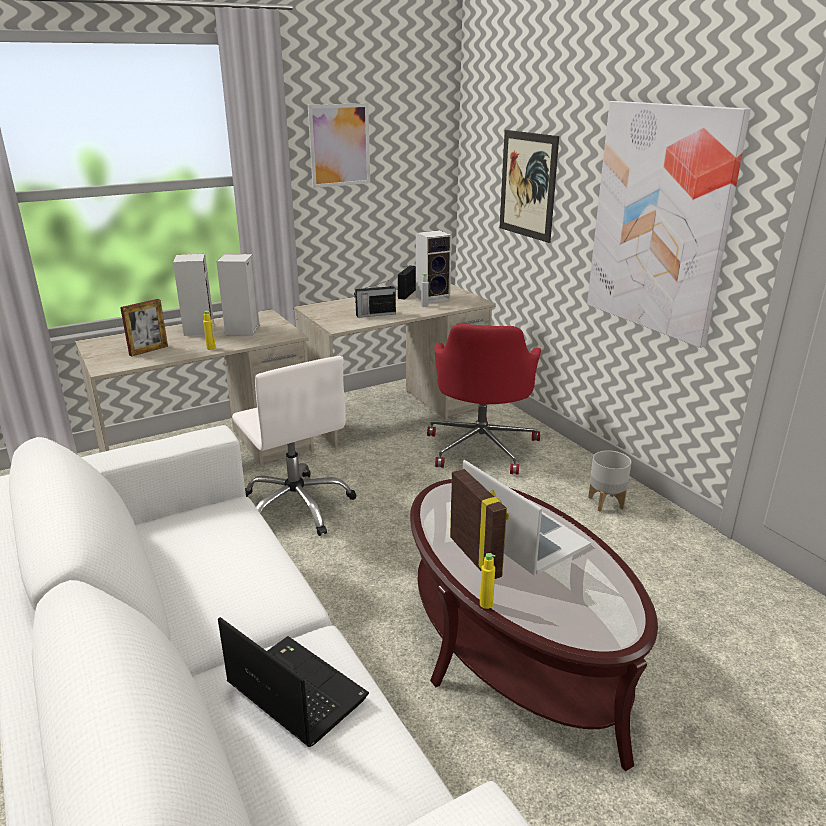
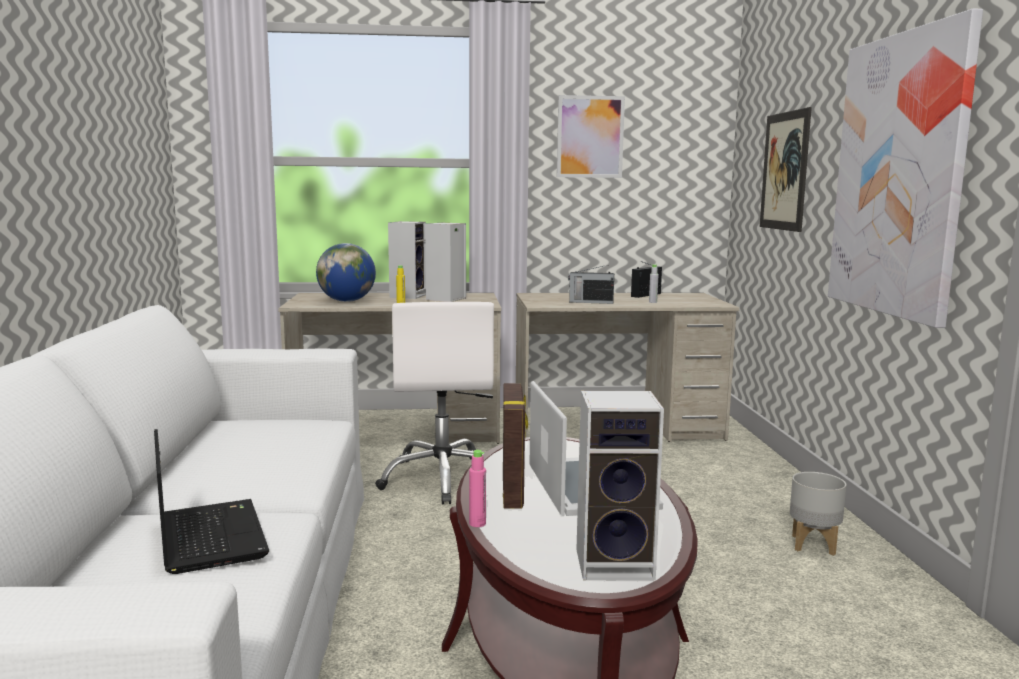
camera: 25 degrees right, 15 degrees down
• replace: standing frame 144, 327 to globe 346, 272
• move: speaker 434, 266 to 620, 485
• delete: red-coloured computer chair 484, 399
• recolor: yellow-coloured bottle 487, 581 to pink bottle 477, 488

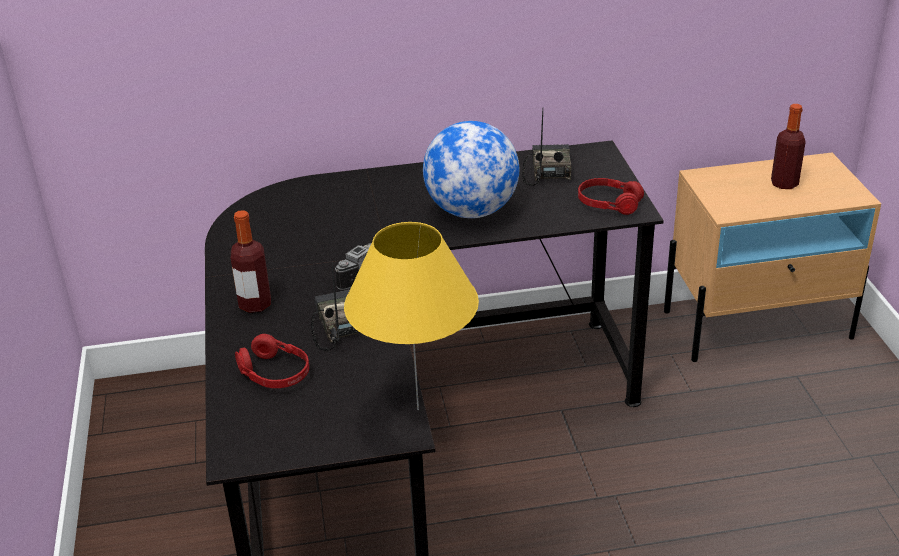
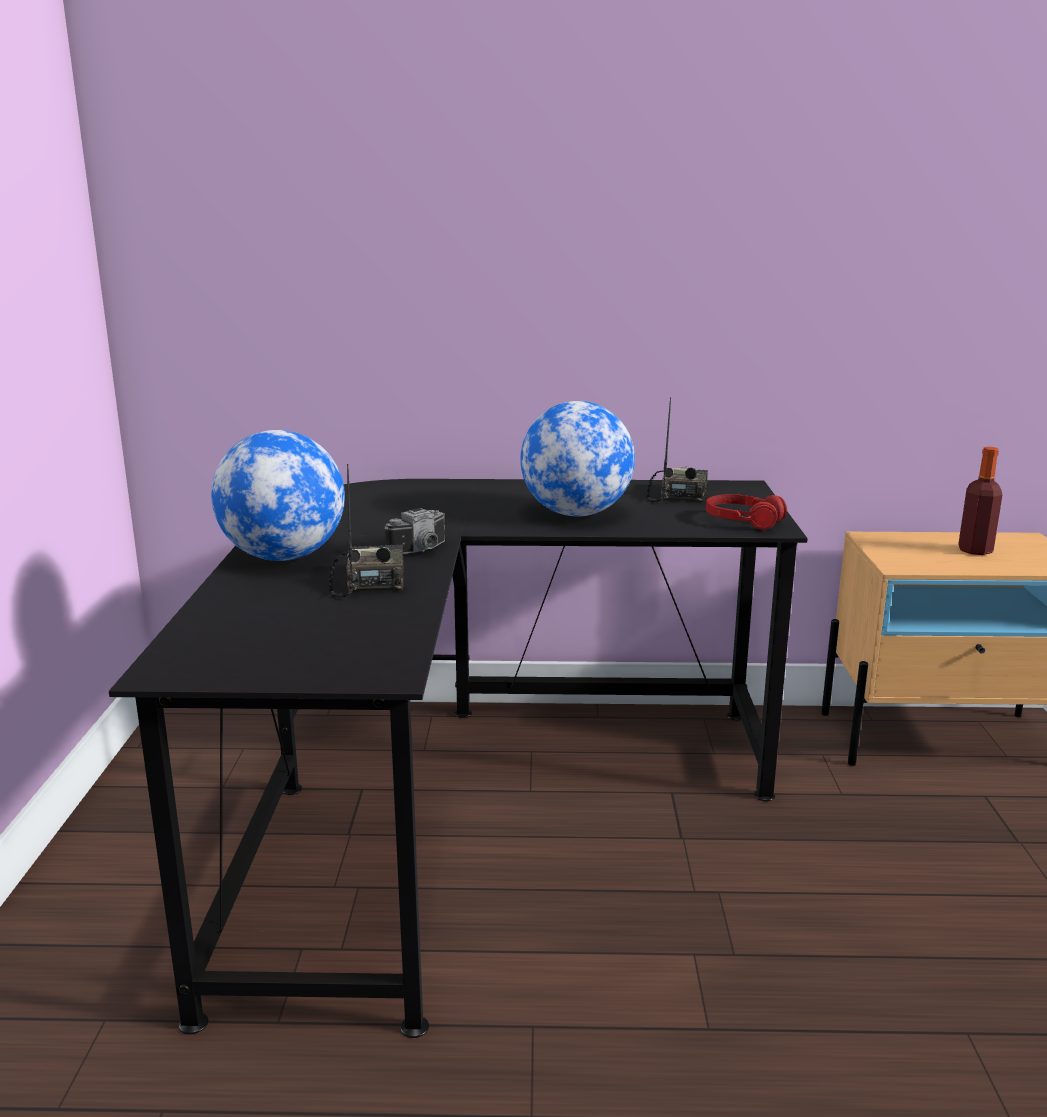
camera: 10 degrees right, 15 degrees down
• replace: bottle 251, 261 to globe 278, 495
• delete: red-coloured headset 272, 361
• delete: yellow-coloured tabletop lamp 411, 316

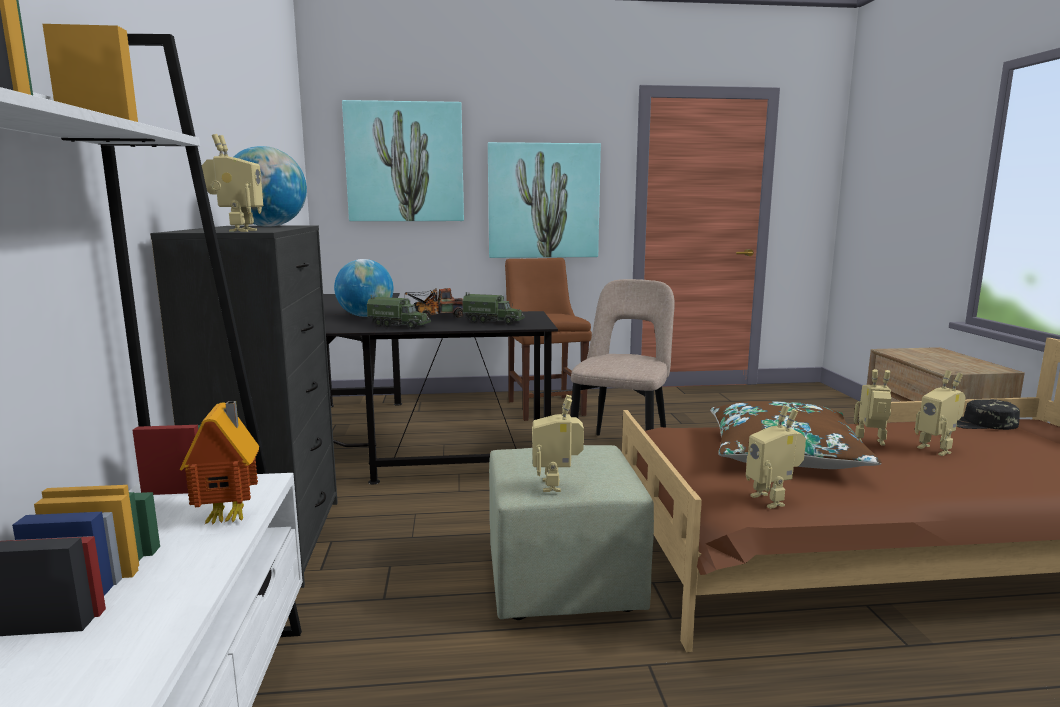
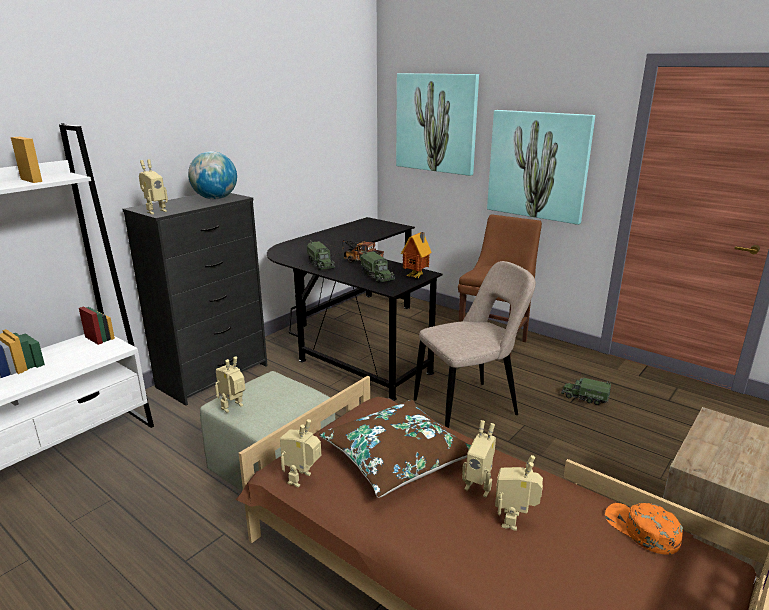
camera: 45 degrees right, 10 degrees up
• move: toy house 219, 462 to 416, 255
• delete: globe 364, 288
• rotate: robot figure 872, 407 = 479, 458 150 degrees clockwise
• recolor: black peaked cap 988, 414 to orangey peaked cap 644, 529
• insert: toy lorry 586, 391

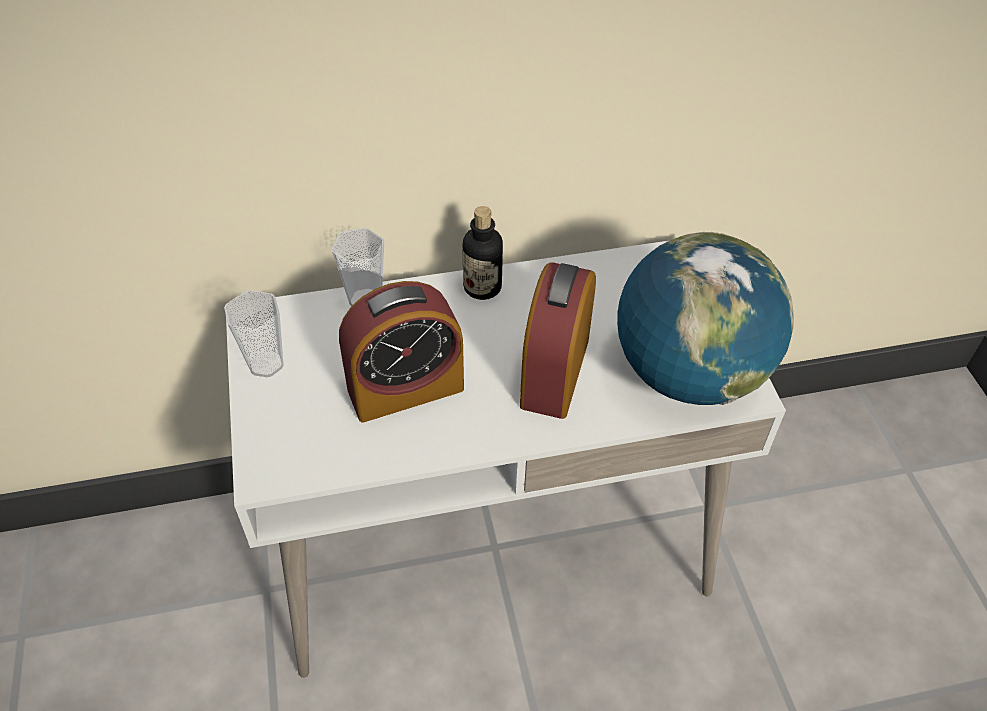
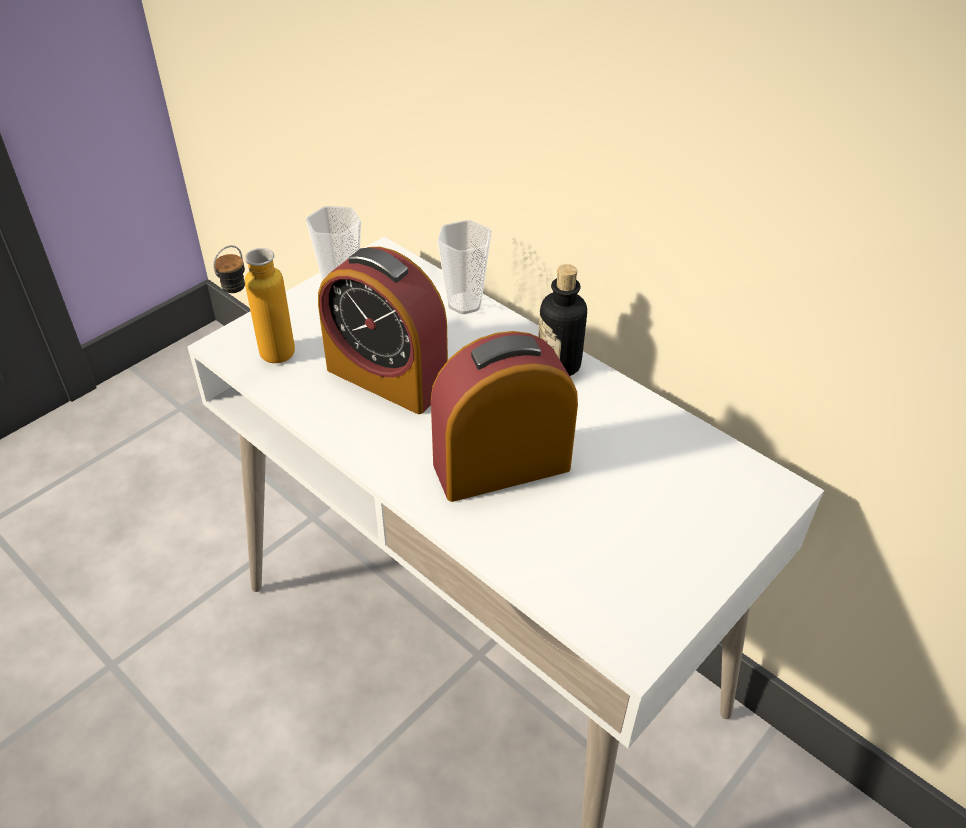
camera: 55 degrees right, 5 degrees down
• delete: globe 705, 318
• insert: bottle 254, 304

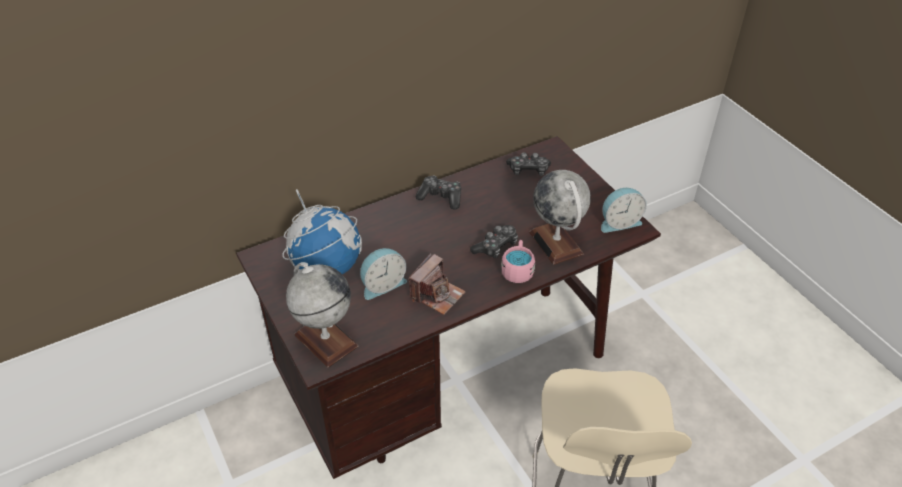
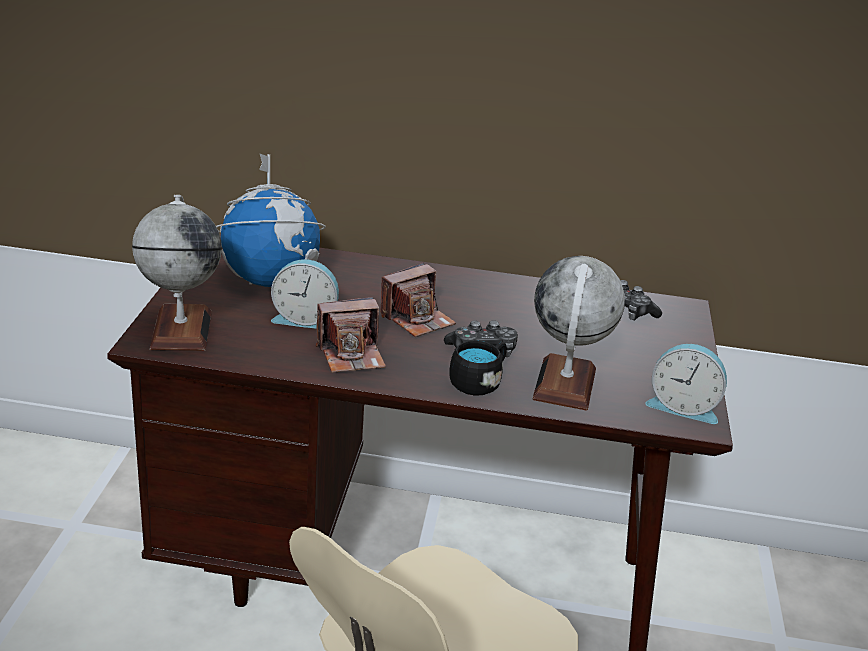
camera: 35 degrees right, 15 degrees down
• delete: joypad 438, 192
• recolor: pink mug 518, 261 to black mug 478, 368
• insert: still camera 418, 300

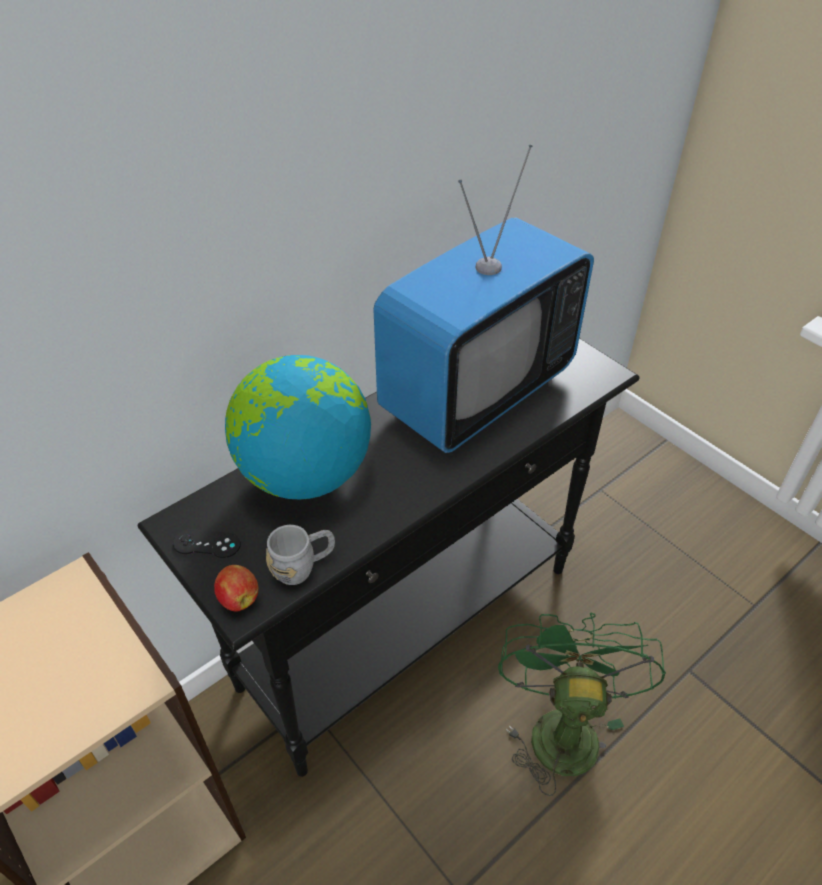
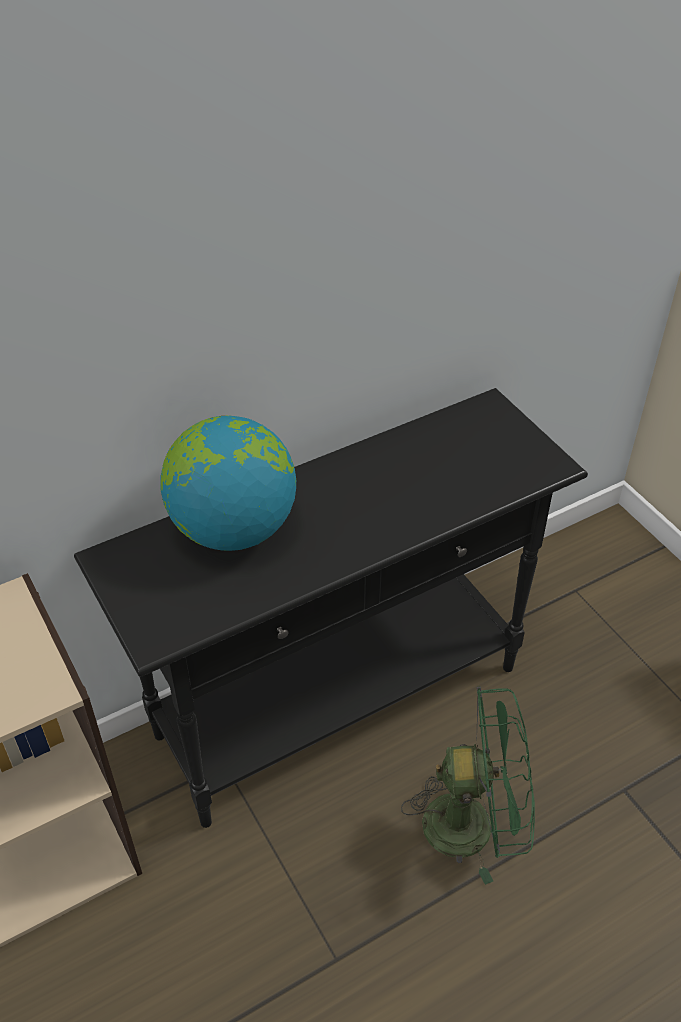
camera: 10 degrees right, 0 degrees up
• delete: black joypad 207, 543
• delete: whole apple 236, 588
• delete: grey mug 300, 555
• delete: TV set 483, 298
• rotate: green electric fan 582, 704 = 468, 786 75 degrees clockwise

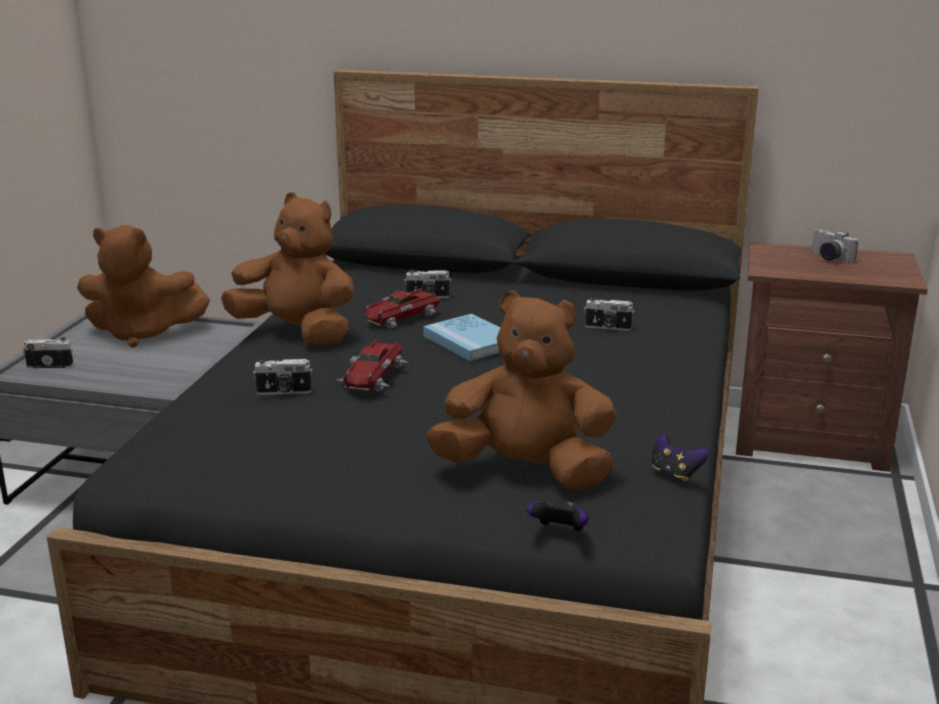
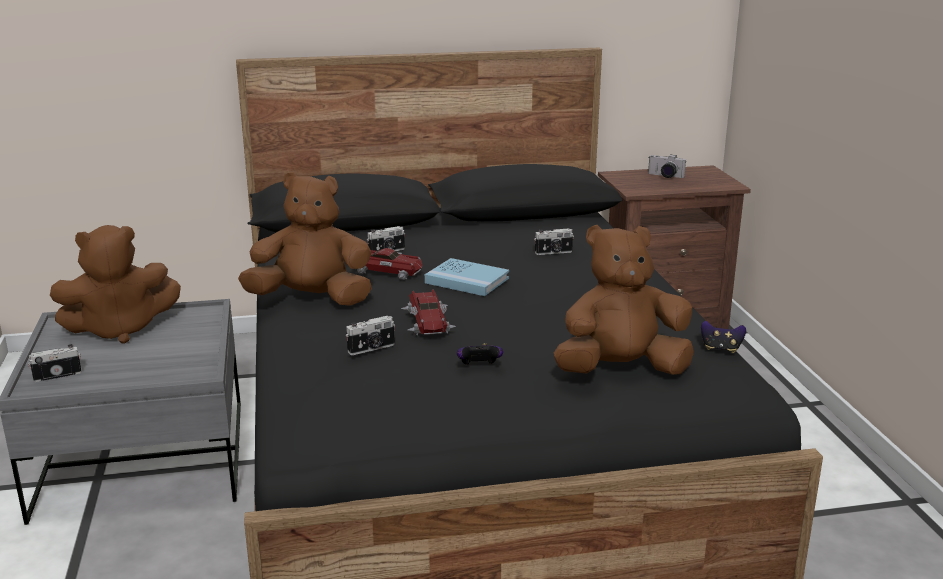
camera: 25 degrees left, 0 degrees up
• rotate: model car 402, 308 = 389, 264 90 degrees counterclockwise
• move: joypad 558, 516 to 480, 354

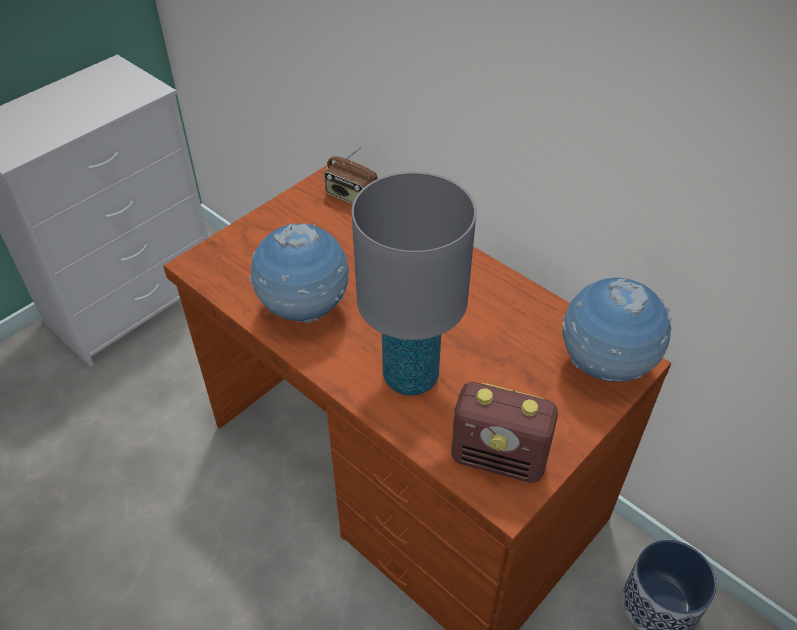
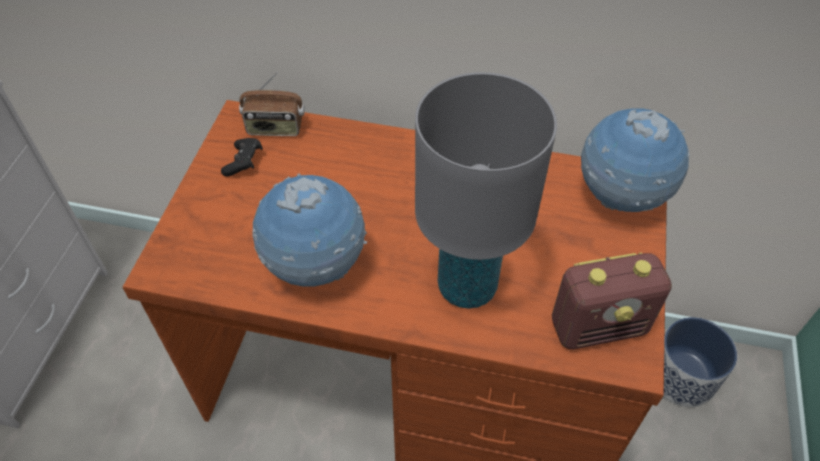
camera: 30 degrees left, 5 degrees up
• insert: black joypad 242, 157

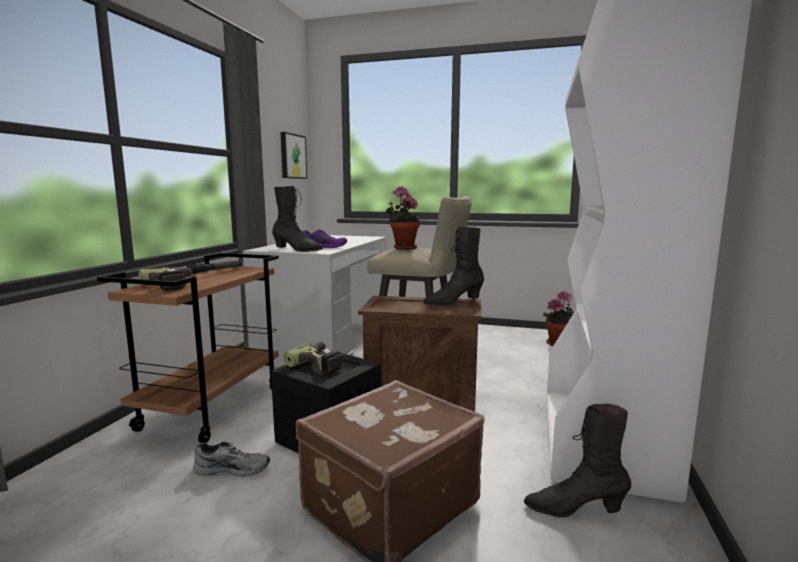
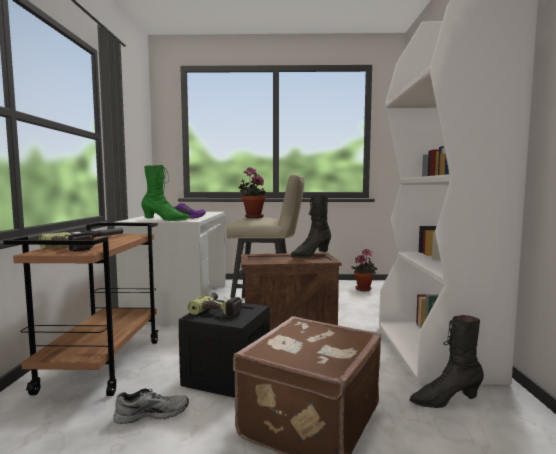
camera: 15 degrees left, 5 degrees down
• recolor: black high-top boot 297, 219 to green high-top boot 165, 193
• delete: wall picture 293, 155

